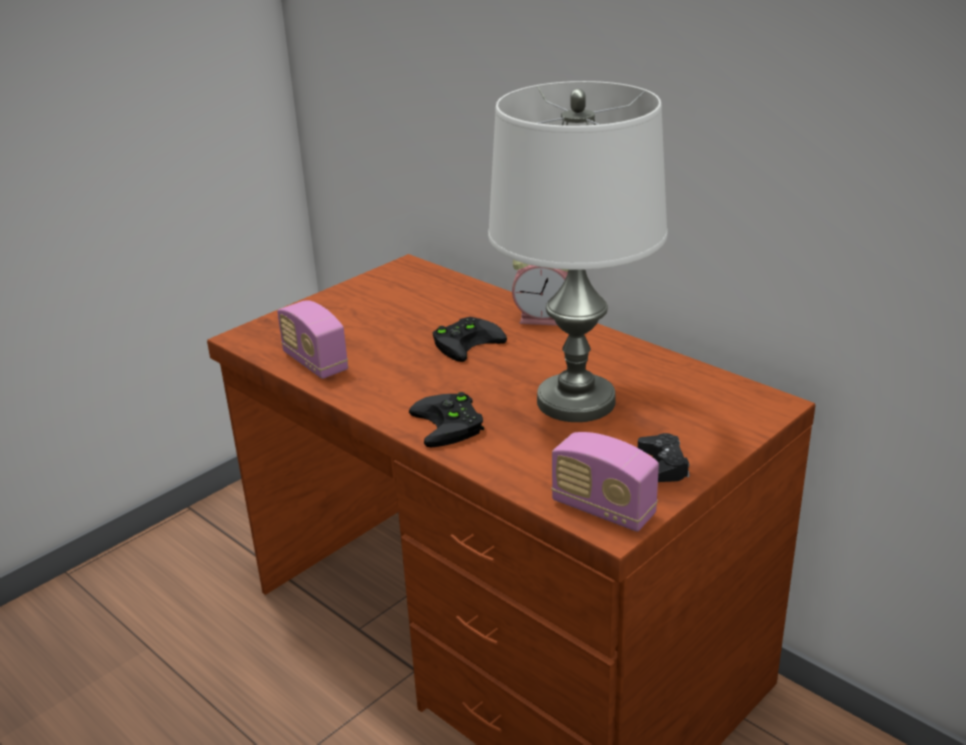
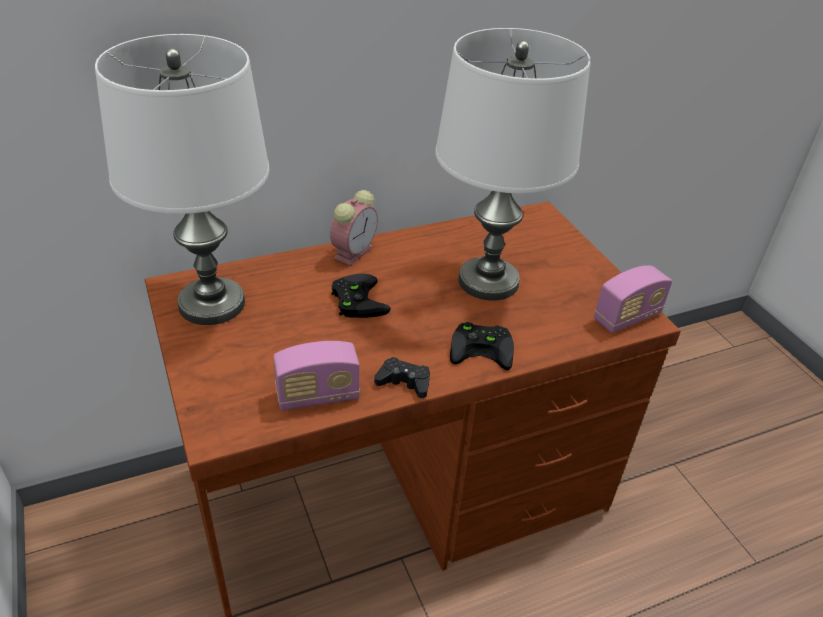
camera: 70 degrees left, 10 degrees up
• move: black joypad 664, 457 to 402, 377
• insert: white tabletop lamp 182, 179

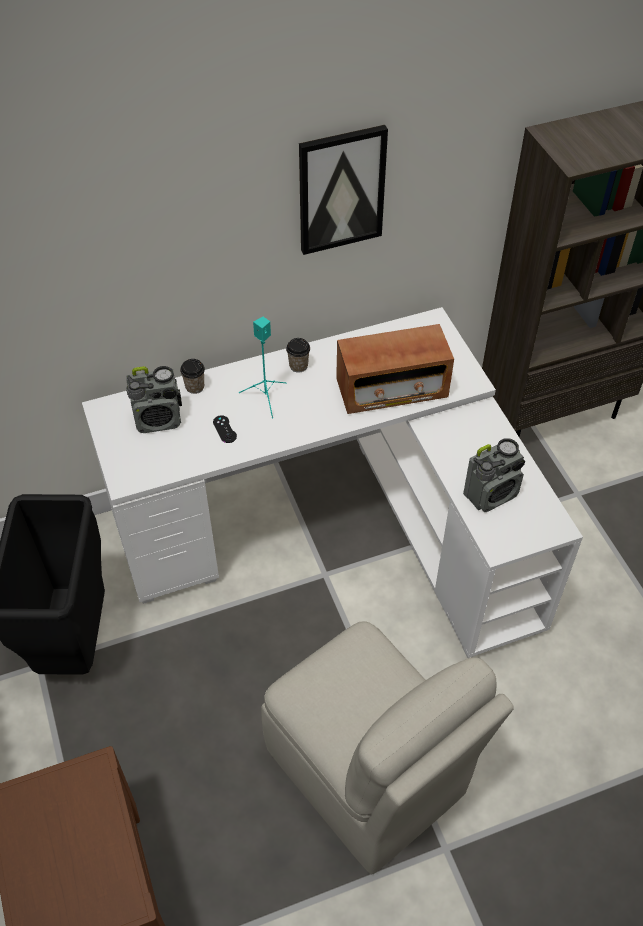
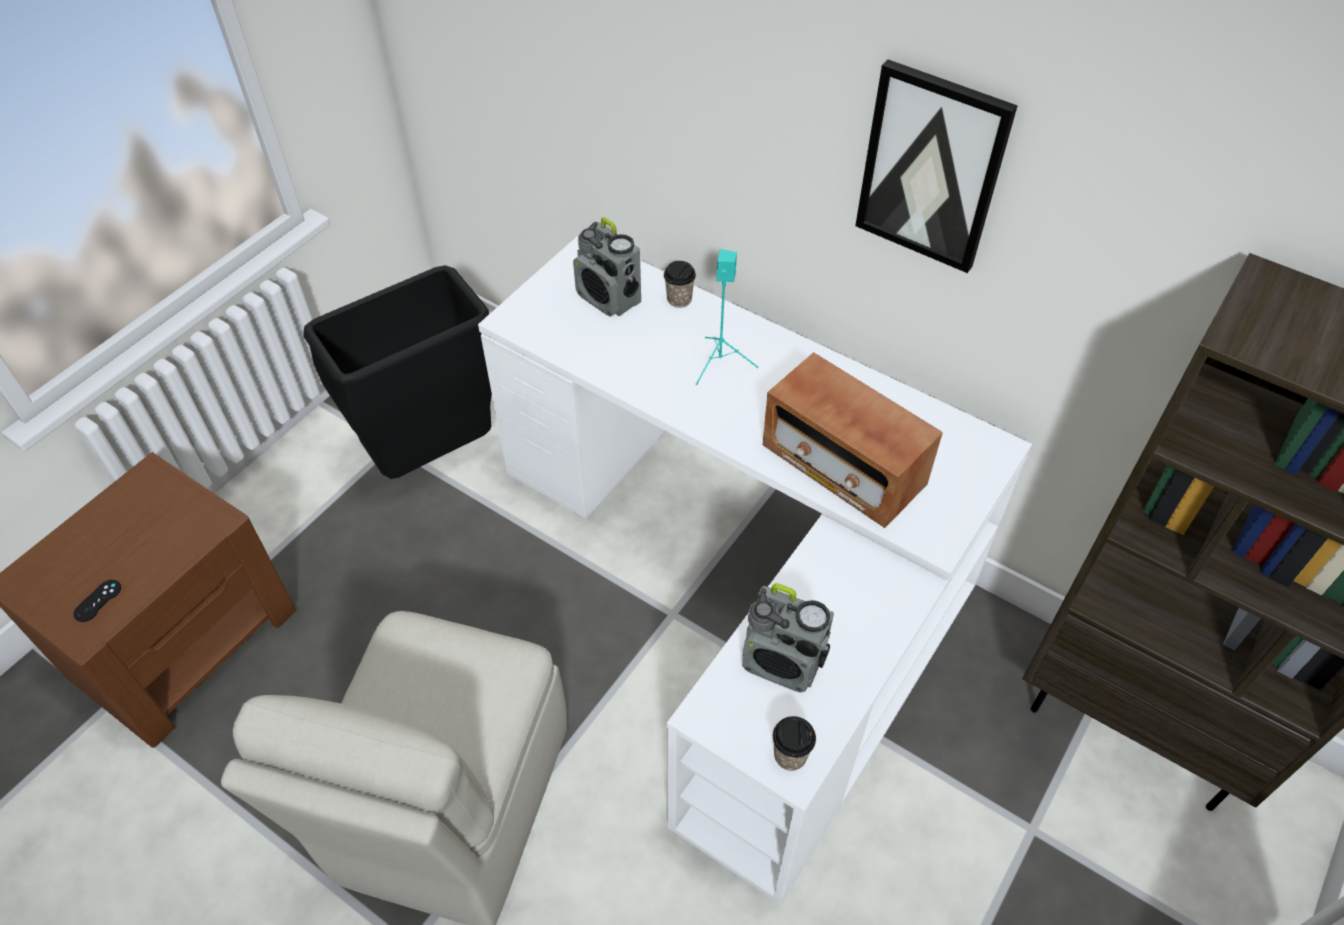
camera: 55 degrees right, 0 degrees up
• move: black joypad 225, 429 to 97, 601
• move: cup 298, 355 to 794, 743

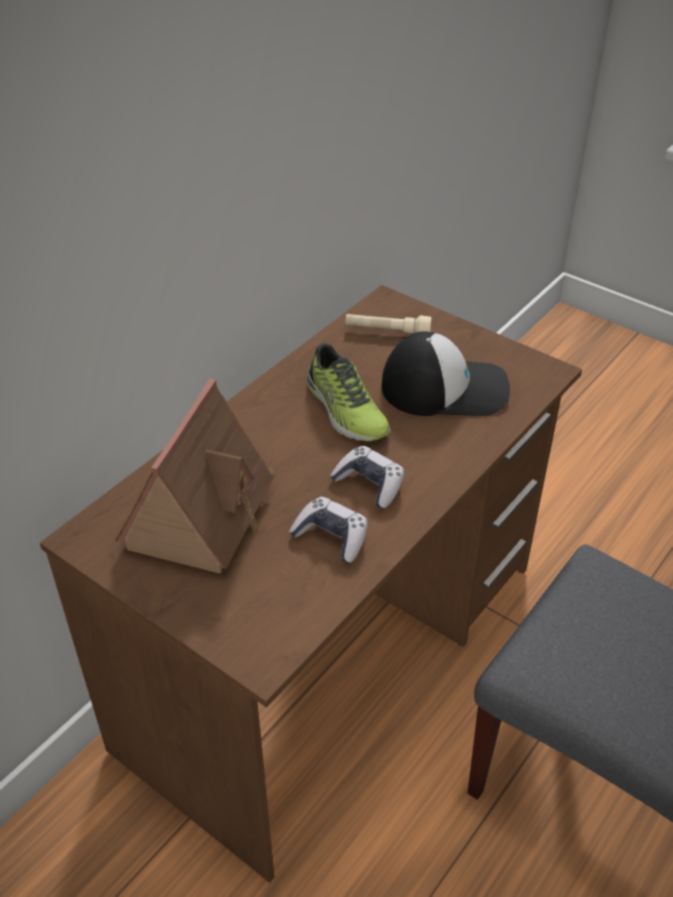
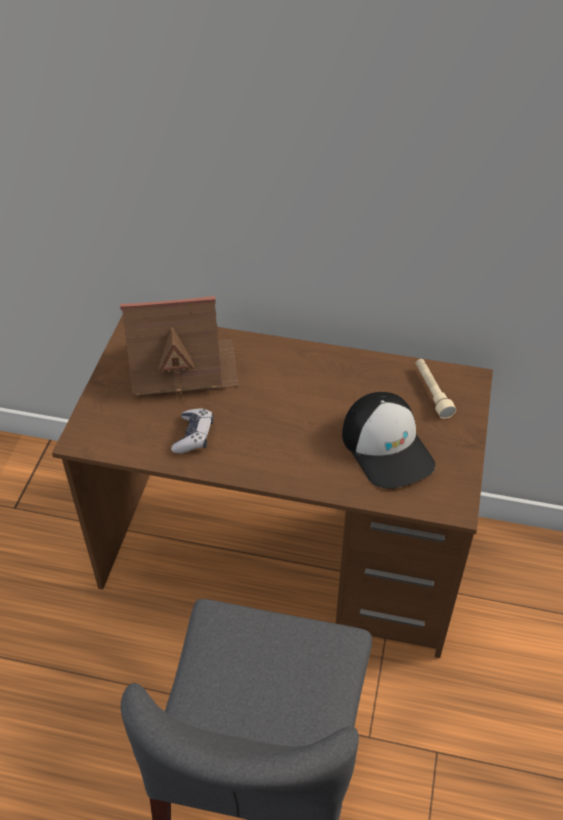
camera: 65 degrees right, 5 degrees up
• delete: shoe 349, 392
• delete: joypad 367, 477

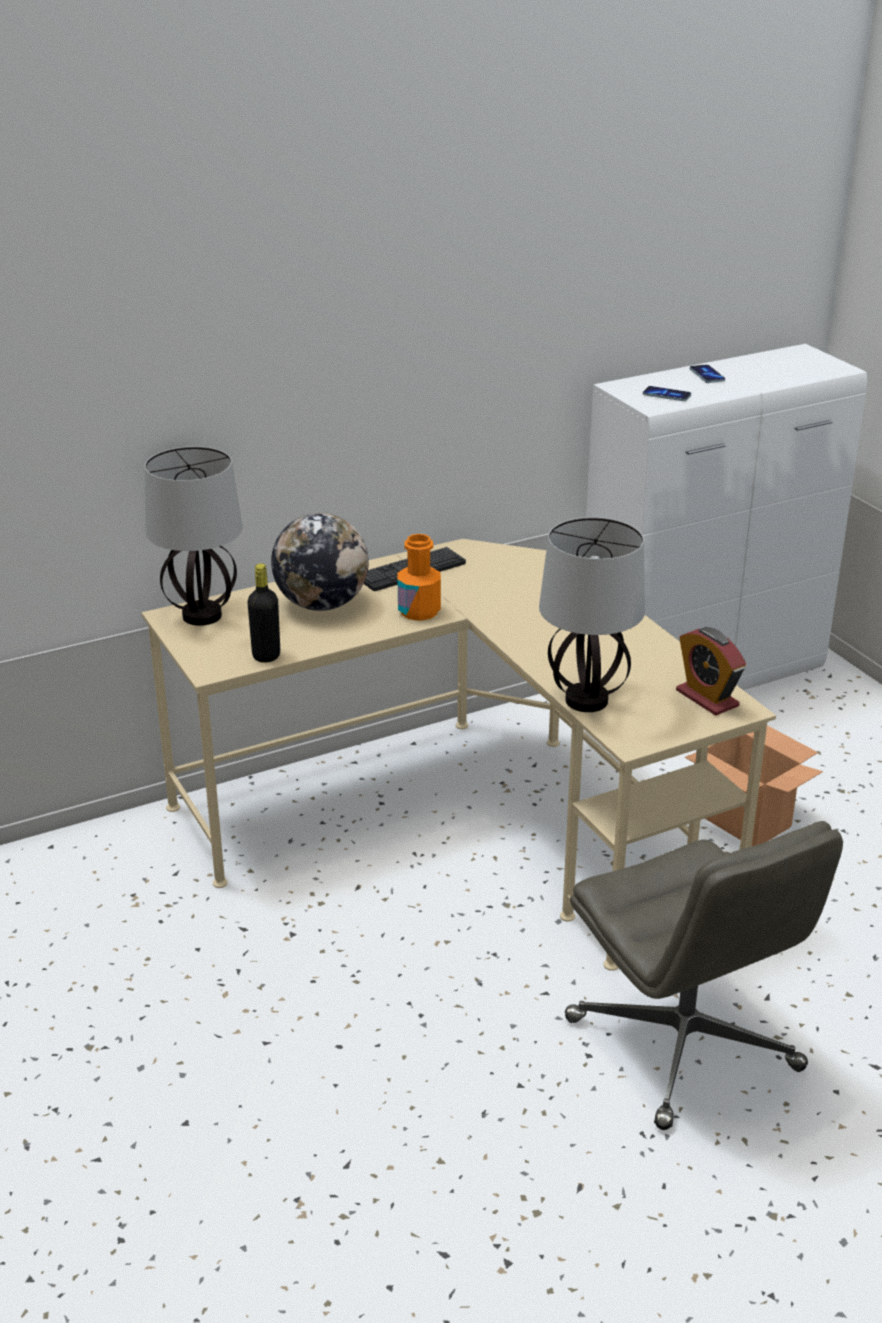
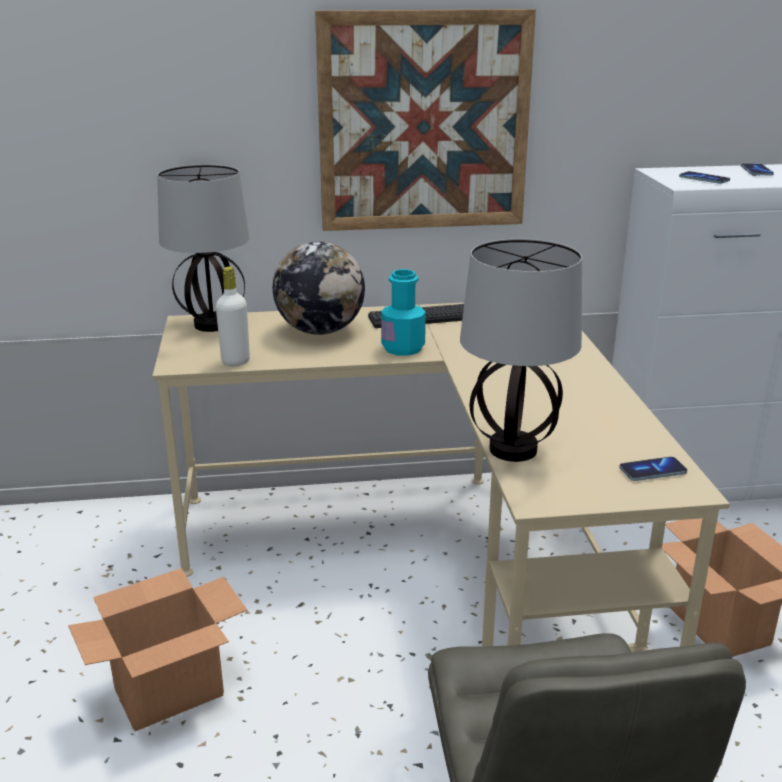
camera: 20 degrees right, 5 degrees down
• recolor: black bottle 264, 613 to white bottle 233, 316
• recolor: orangey bottle 419, 577 to turquoise bottle 403, 312
• replace: bedside clock 711, 671 to telephone 653, 469
• insert: carton 157, 649
• insert: wall picture 425, 120

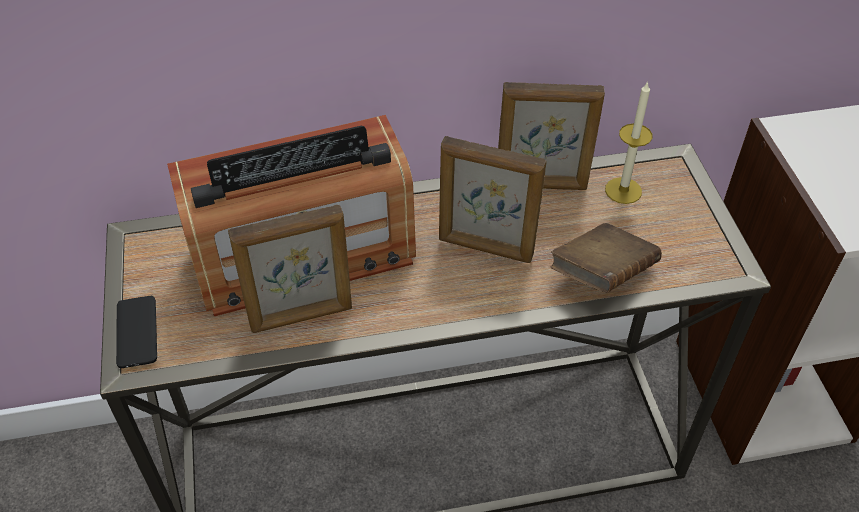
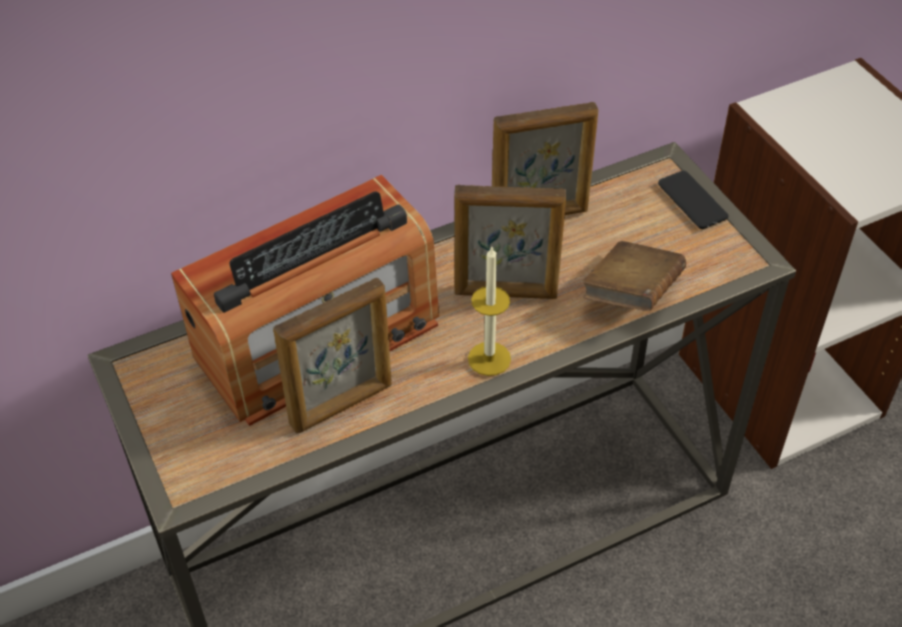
camera: 15 degrees left, 0 degrees up
• move: telephone 136, 332 to 693, 199
• move: candle 628, 142 to 489, 311

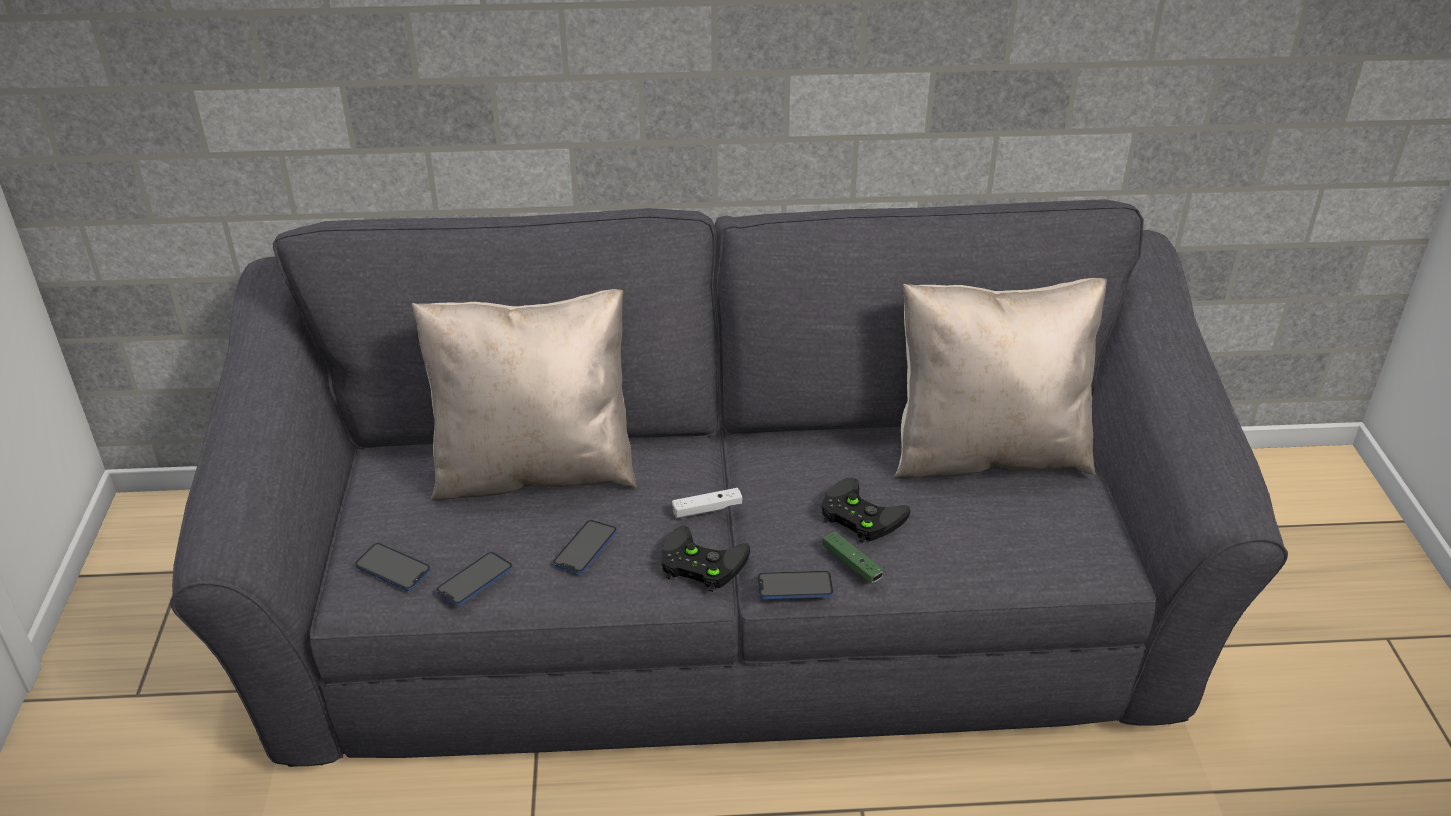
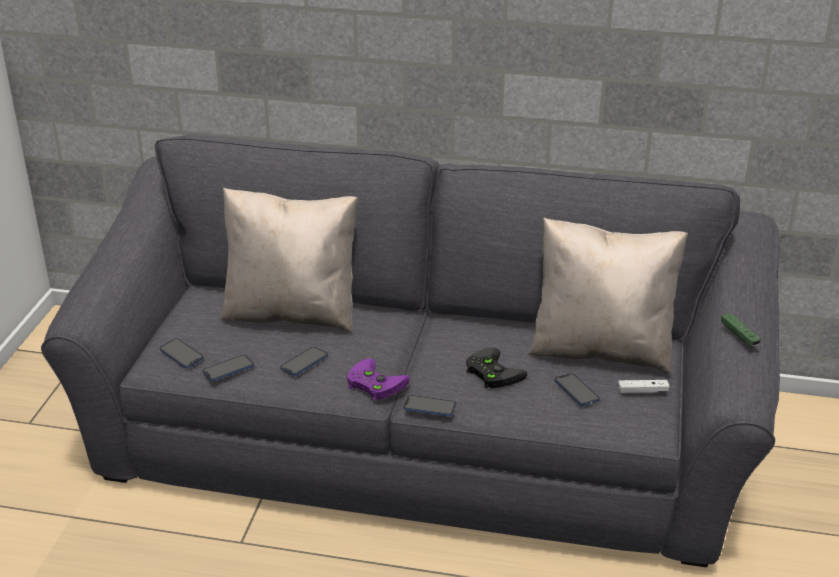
camera: 15 degrees right, 5 degrees down
• recolor: black joypad 705, 559 to purple joypad 378, 380
• move: white joypad 707, 503 to 643, 387
• move: green joypad 853, 557 to 741, 329
• insert: telephone 577, 389

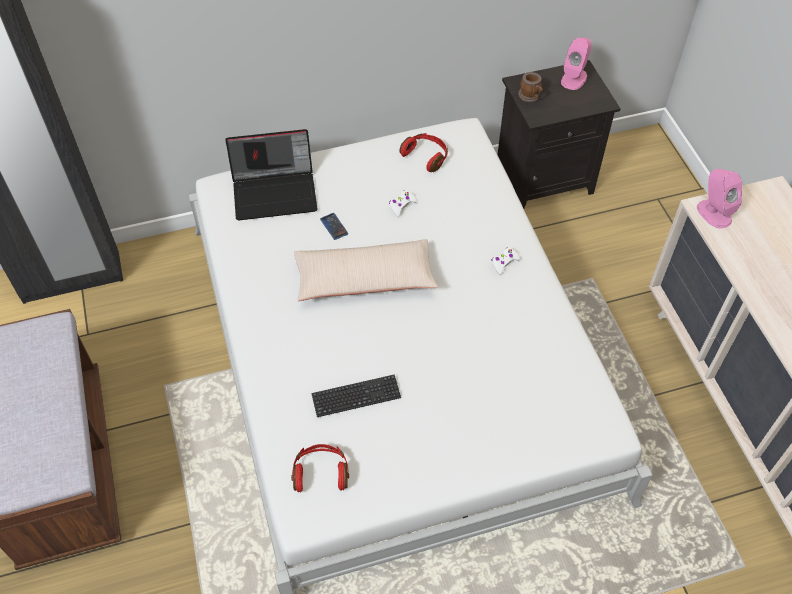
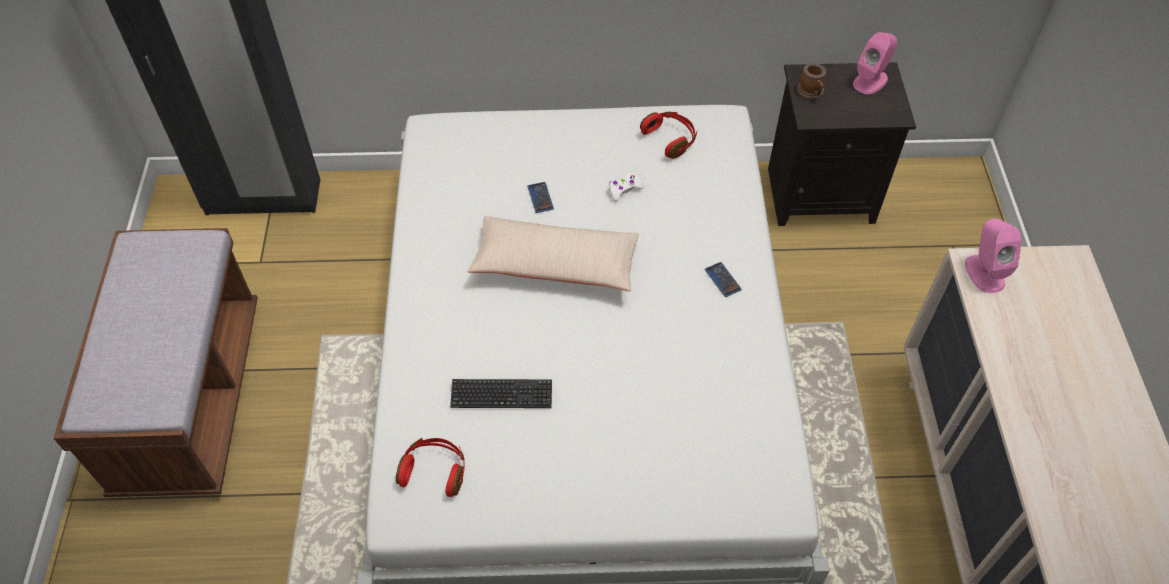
camera: 15 degrees right, 0 degrees up
• delete: portable computer 271, 174
• replace: white joypad 506, 261 to telephone 723, 279

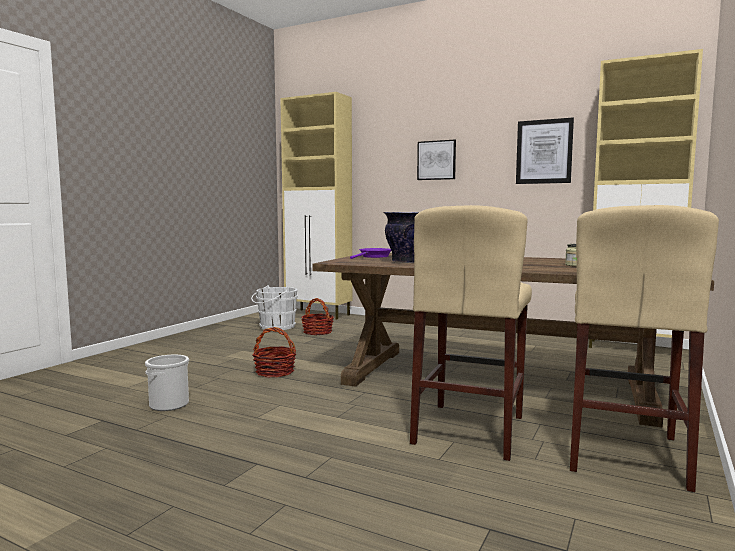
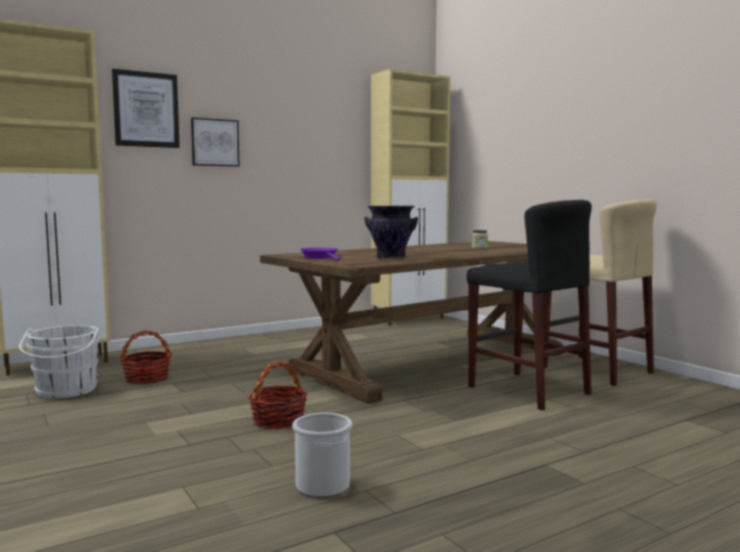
camera: 60 degrees left, 0 degrees up
• recolor: sand-coloured stool 471, 333 to black stool 529, 305
• move: wall picture 545, 150 to 146, 108

